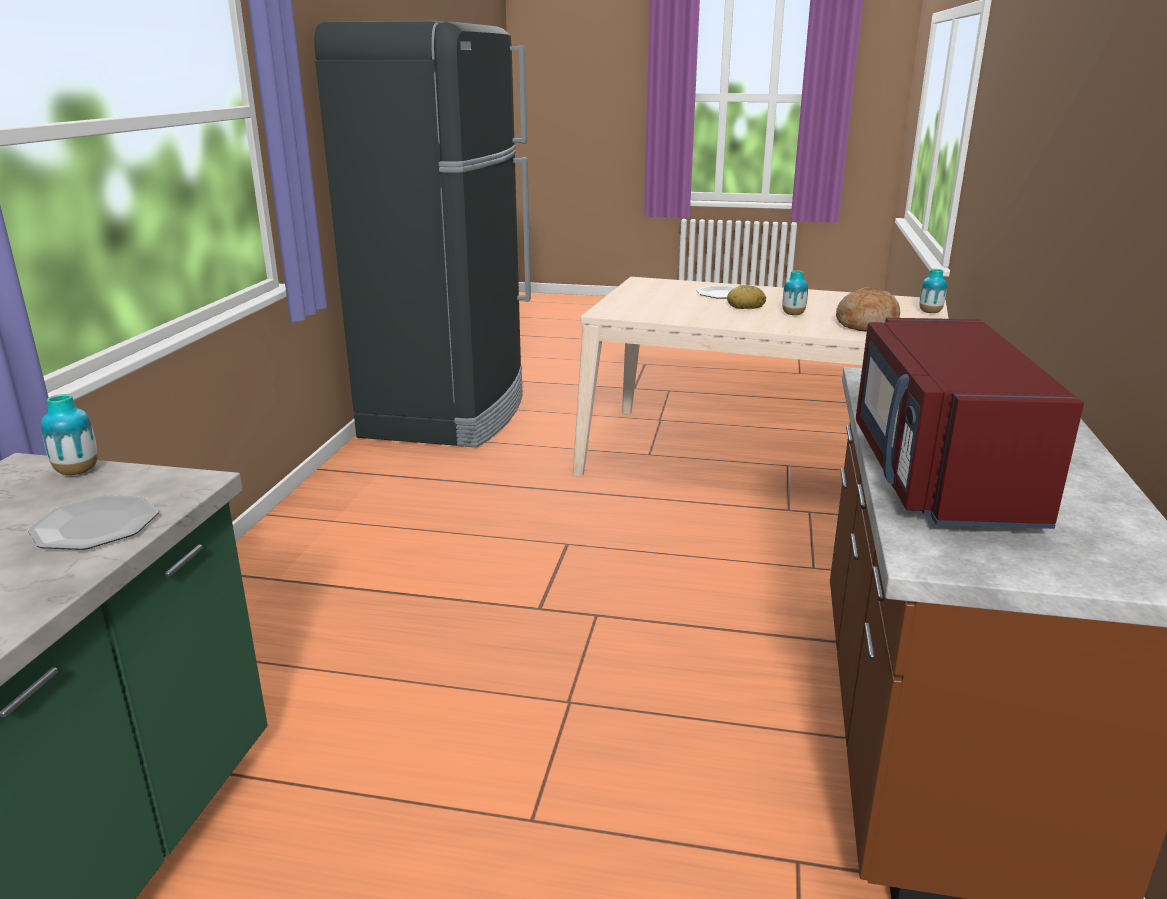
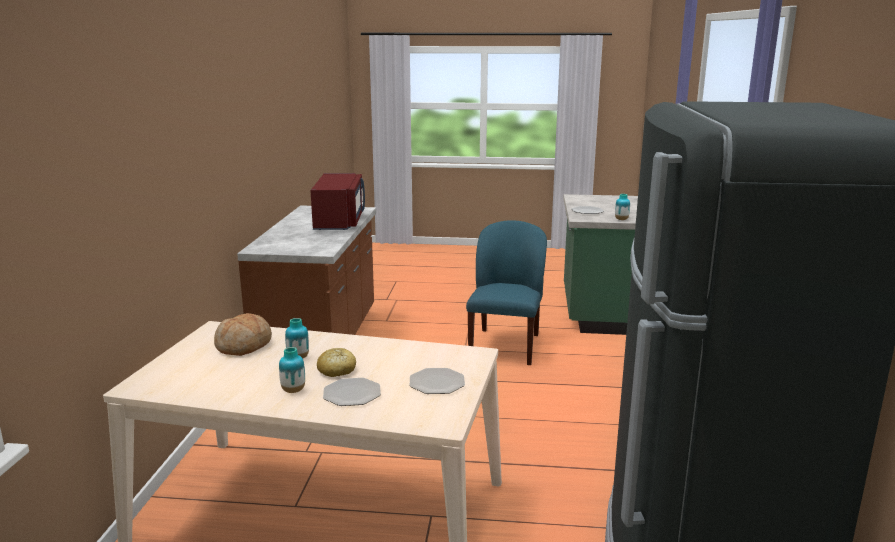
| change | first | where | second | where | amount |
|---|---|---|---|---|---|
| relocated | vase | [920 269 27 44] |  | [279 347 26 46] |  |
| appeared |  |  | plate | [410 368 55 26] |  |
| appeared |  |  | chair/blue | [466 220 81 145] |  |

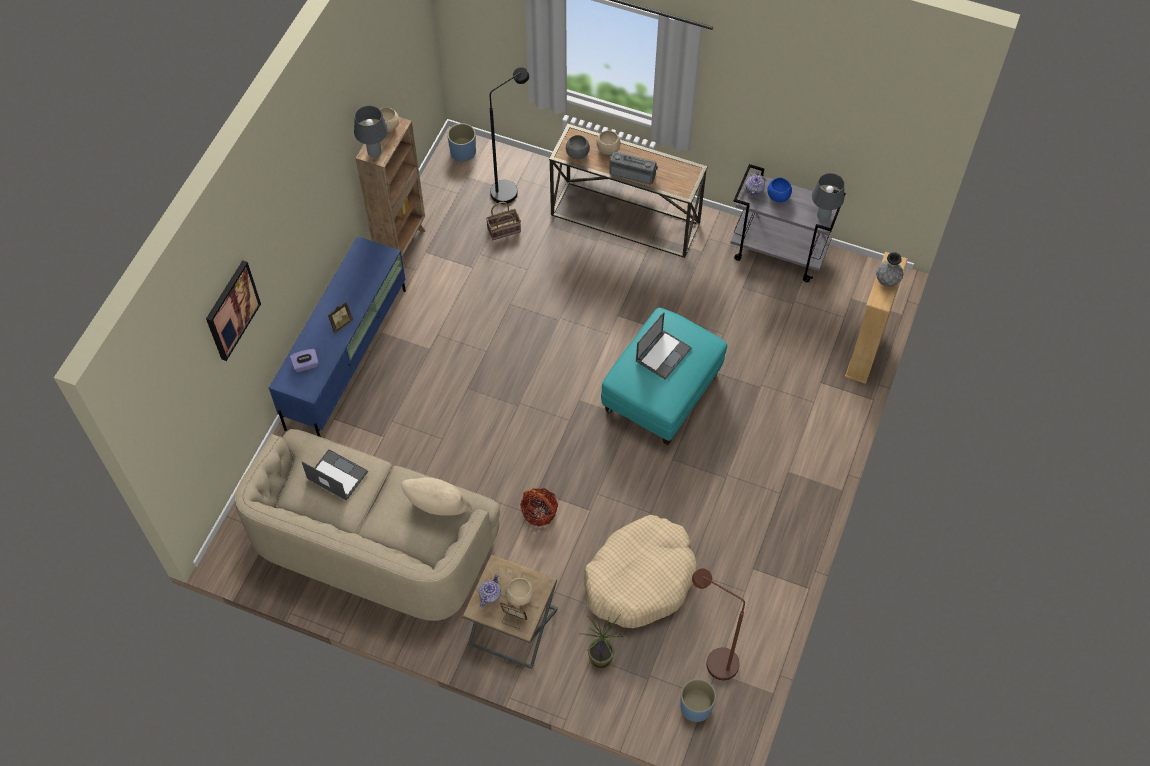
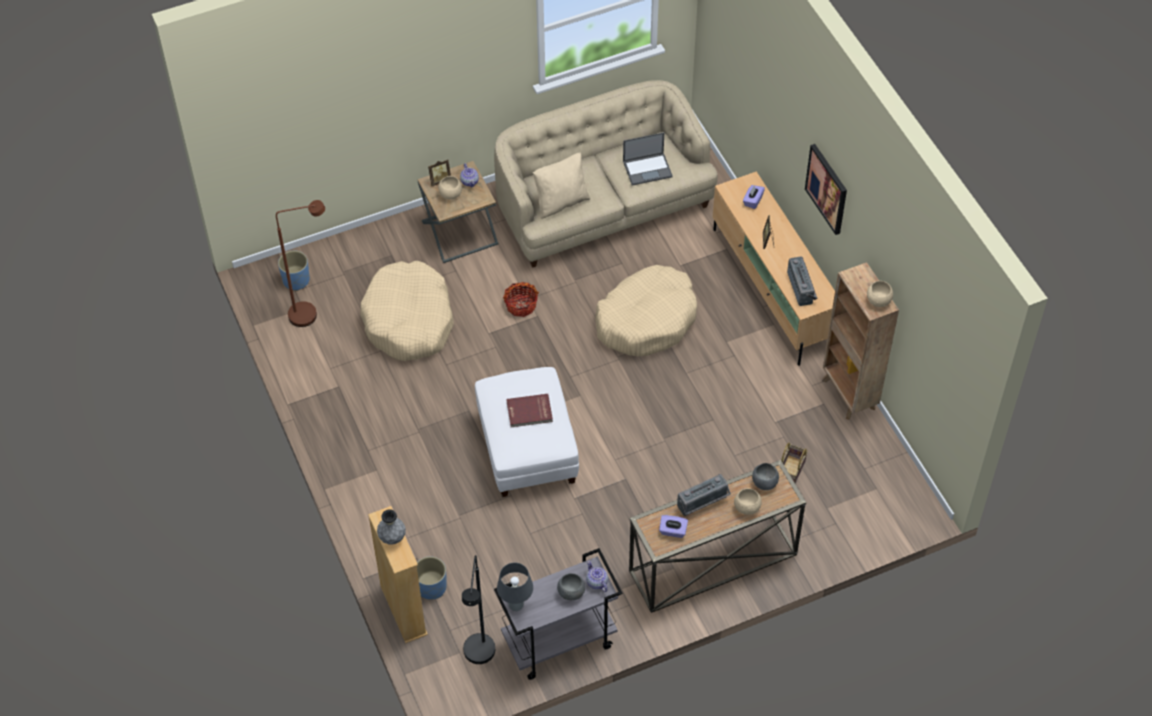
| change | first | where | second | where | amount |
|---|---|---|---|---|---|
| relocated | planter/blue | [447 123 29 39] |  | [417 556 30 44] |  |
| relocated | floor lamp/black | [490 67 39 137] |  | [462 555 33 109] |  |
| colour | ottoman/turquoise | [601 308 126 137] | ottoman/white | [475 367 104 130] |  |
| exchanged | laptop | [636 312 56 68] | book/red | [506 394 47 33] |  |
| colour | bowl/blue | [767 178 25 24] | bowl/grey | [557 573 28 27] |  |
| appeared |  |  | dog bed/beige | [595 265 102 91] |  |
| appeared |  |  | tissue box/purple | [659 515 29 23] |  |
| colour | tv stand/blue | [269 236 137 201] | tv stand/beige | [713 172 122 194] |  |
| appeared |  |  | radio | [787 256 30 50] |  |
| relocated | picture | [206 260 55 101] |  | [805 144 42 91] |  |
| missing | table lamp/grey | [354 106 34 52] |  |  |  |
| missing | potted plant | [578 614 50 55] |  |  |  |

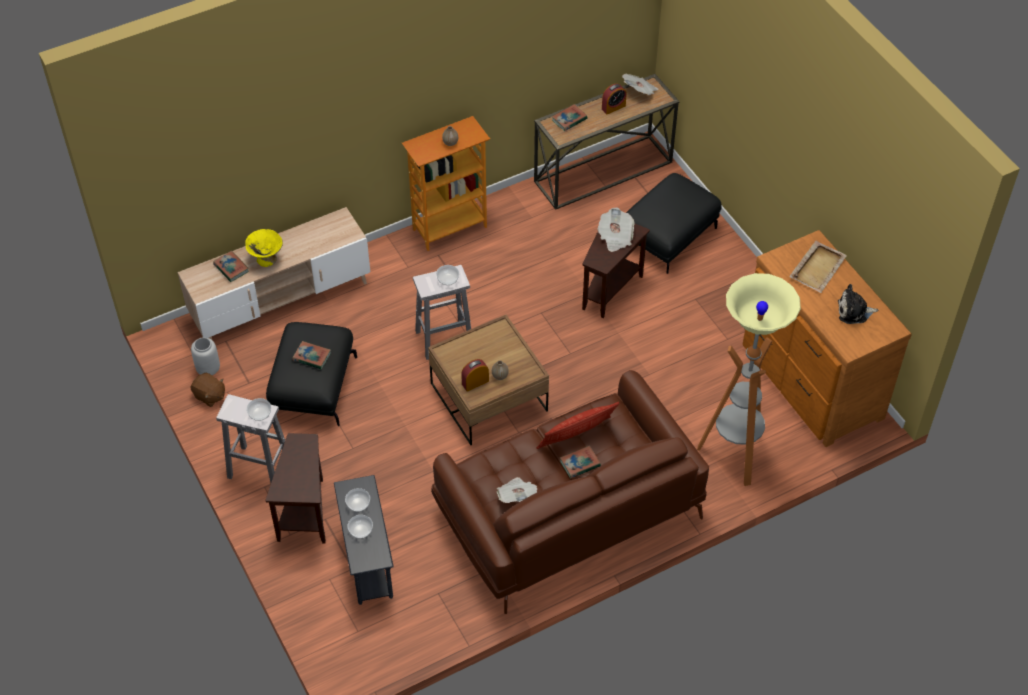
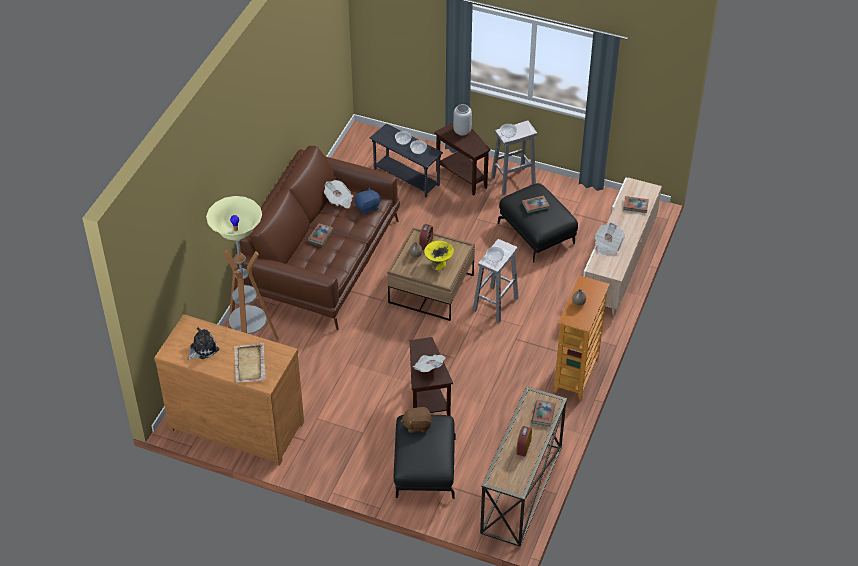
| change | first | where | second | where | amount |
|---|---|---|---|---|---|
| appeared |  |  | plush toy/blue | [355 188 26 26] |  |
| relocated | plush toy/brown | [191 373 34 34] |  | [401 406 31 27] |  |
| relocated | bowl/yellow | [245 229 38 38] |  | [424 241 30 29] |  |
| relocated | vase/grey | [191 337 29 38] |  | [453 104 19 32] |  |
| relocated | newspaper | [622 74 37 21] |  | [595 222 30 33] |  |
| missing | pillow | [536 402 84 47] |  |  |  |

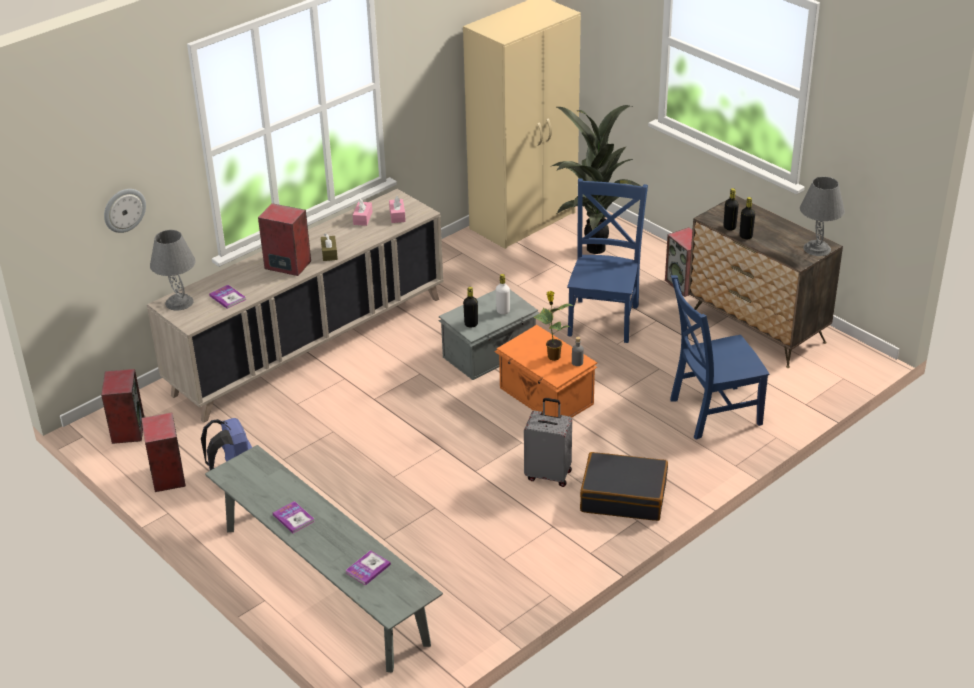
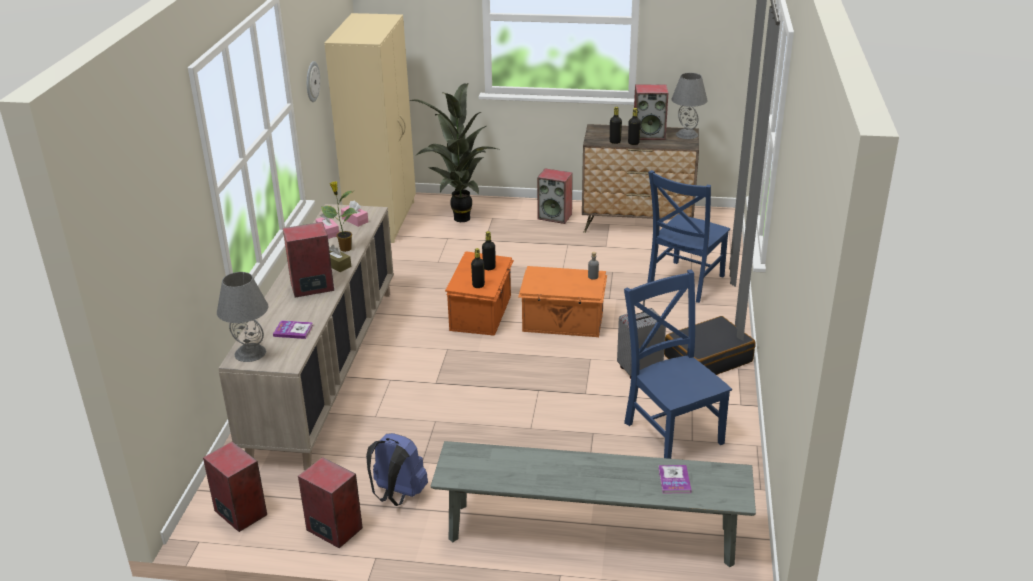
| change | first | where | second | where | amount |
|---|---|---|---|---|---|
| relocated | wall clock | [104 189 42 44] |  | [307 61 13 41] |  |
| relocated | potted plant | [533 291 41 70] |  | [321 182 36 70] |  |
| colour | storage box/grey | [439 290 101 90] | storage box/orange | [445 251 69 85] |  |
| colour | bottle/white | [496 274 14 41] | bottle/black | [482 231 14 39] |  |
| relocated | chair/blue | [567 178 81 165] |  | [624 269 108 190] |  |
| appeared |  |  | speaker | [634 84 34 56] |  |
| missing | book | [273 501 42 32] |  |  |  |

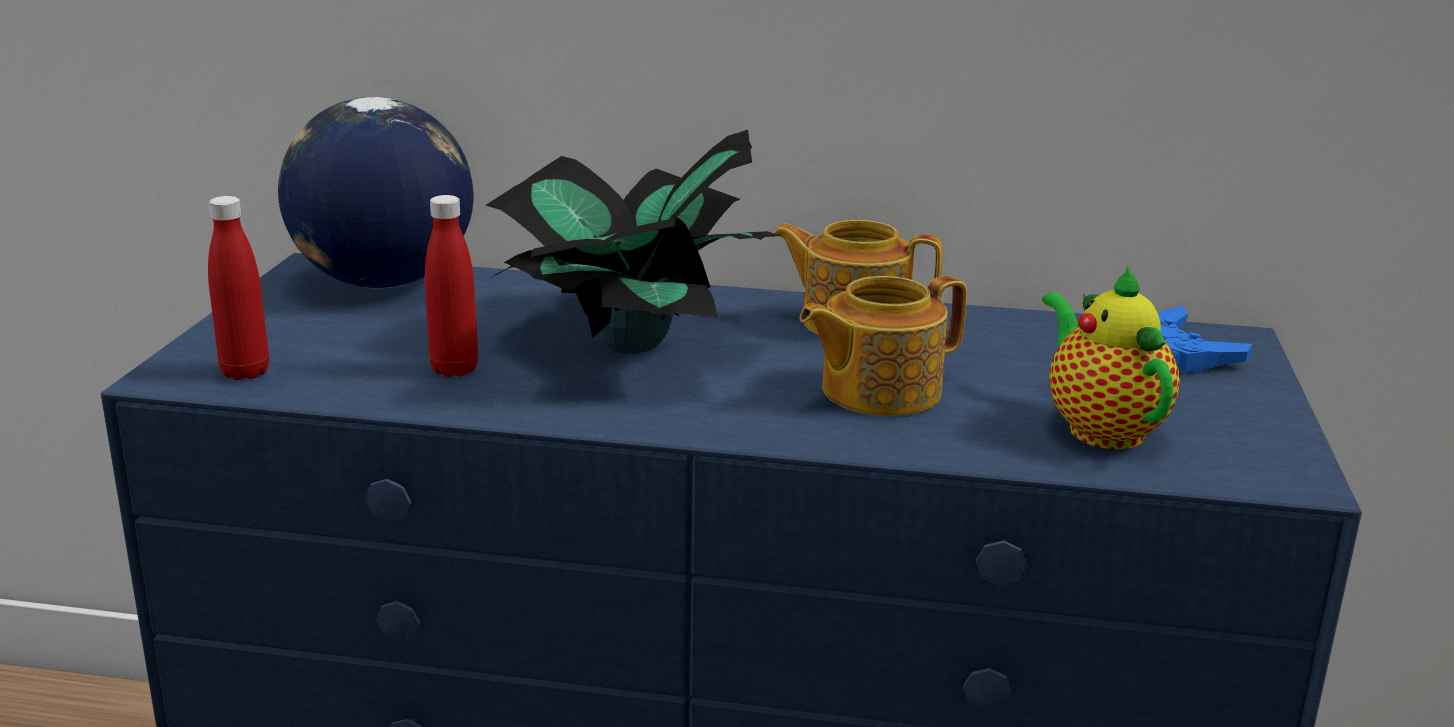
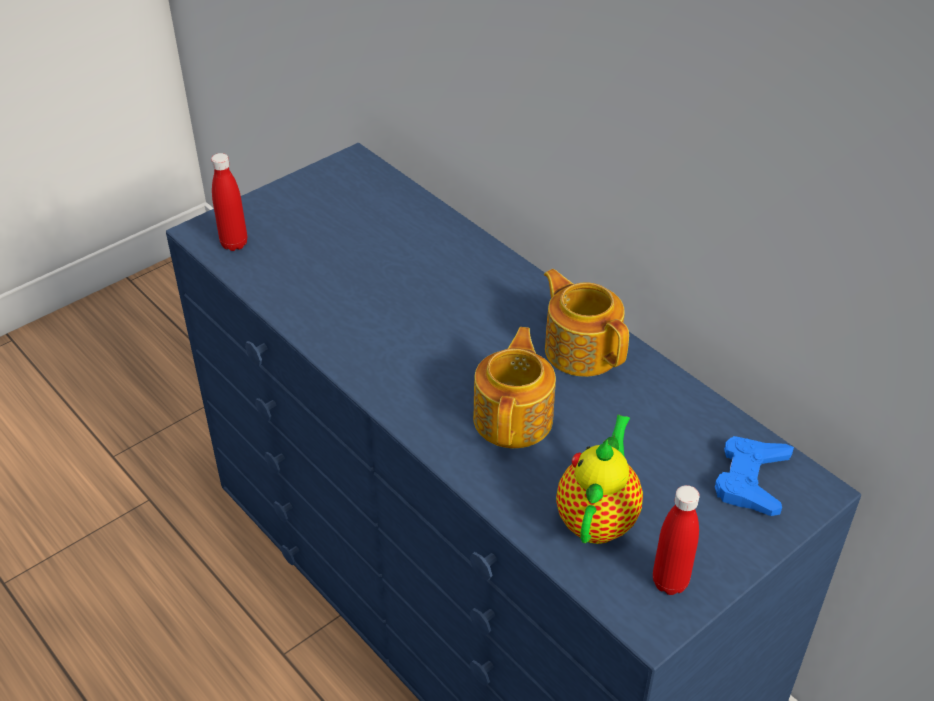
| change | first | where | second | where | amount |
|---|---|---|---|---|---|
| spun | teapot | [799 276 168 140] |  | [473 327 83 121] | 90 degrees clockwise |
| relocated | bottle/red | [425 195 53 182] |  | [653 485 47 110] |  |
| missing | globe | [278 97 195 191] |  |  |  |
| missing | potted plant | [485 130 294 223] |  |  |  |

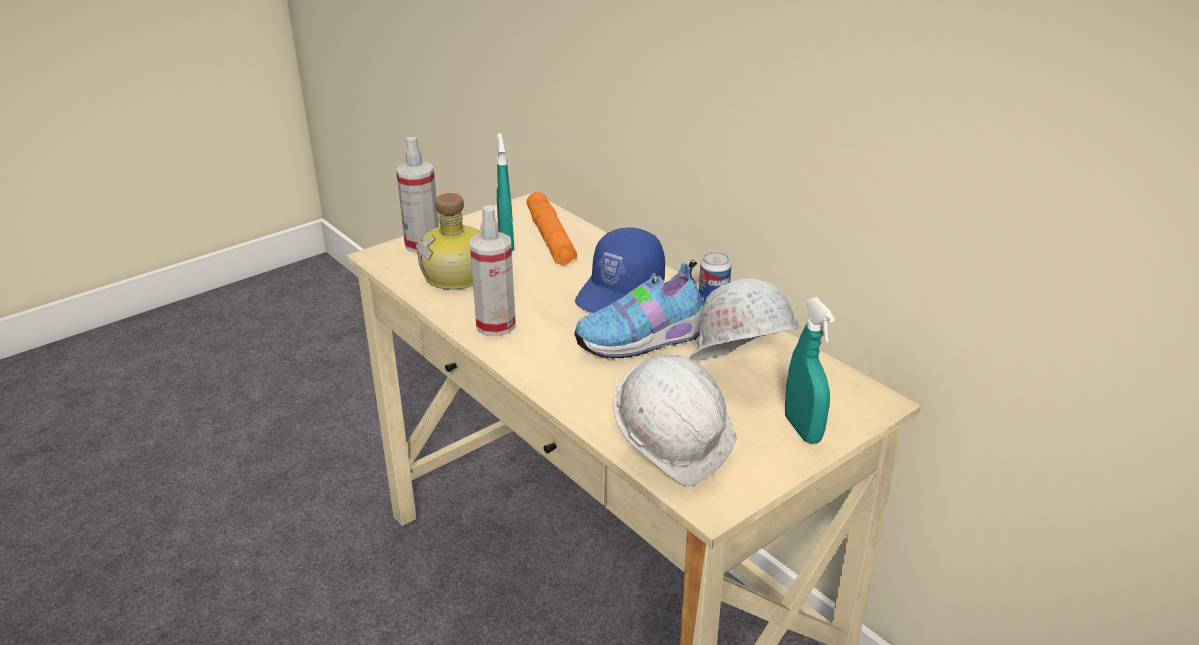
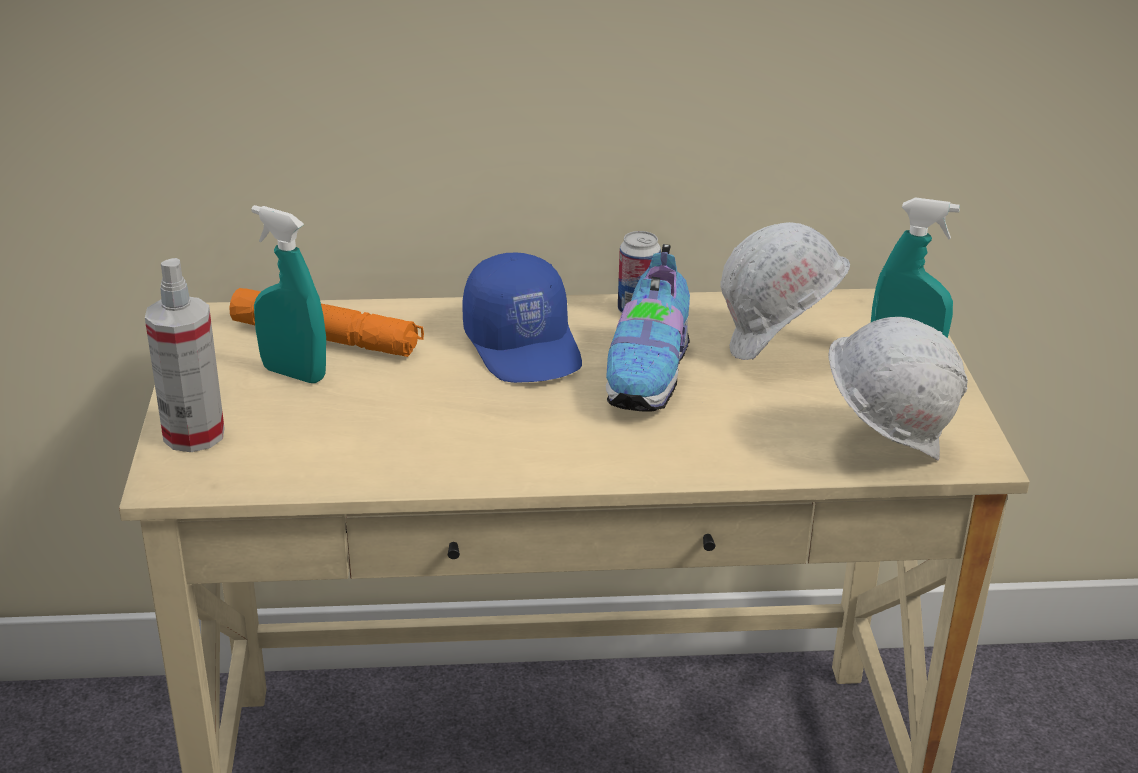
| change | first | where | second | where | amount |
|---|---|---|---|---|---|
| missing | bottle | [416 193 65 97] |  |  |  |
| missing | spray bottle | [470 205 46 131] |  |  |  |

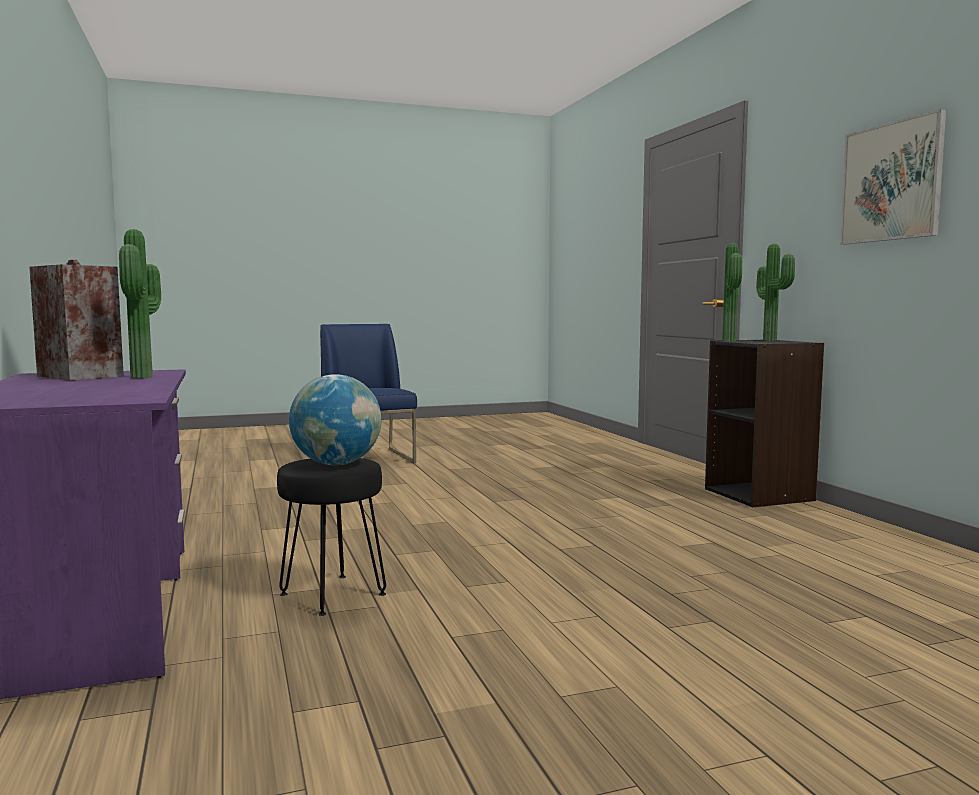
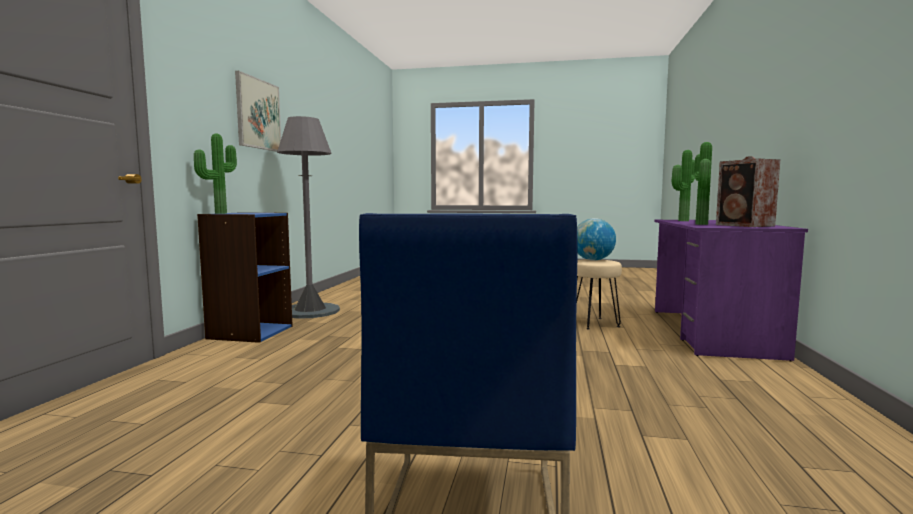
| change | first | where | second | where | amount |
|---|---|---|---|---|---|
| colour | bookcase/black | [705 340 119 167] | bookcase/blue | [197 212 96 131] |  |
| appeared |  |  | floor lamp/grey | [277 116 63 203] |  |
| colour | stool/black | [277 458 109 158] | stool/beige | [577 259 45 71] |  |
| relocated | potted plant | [722 243 20 98] |  | [672 150 23 71] |  |

